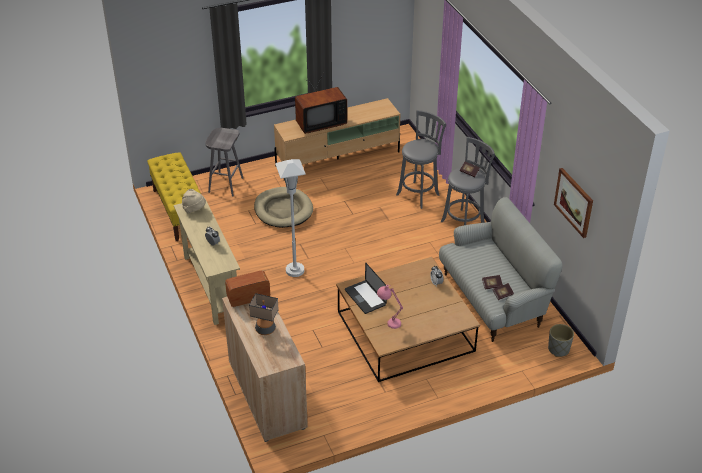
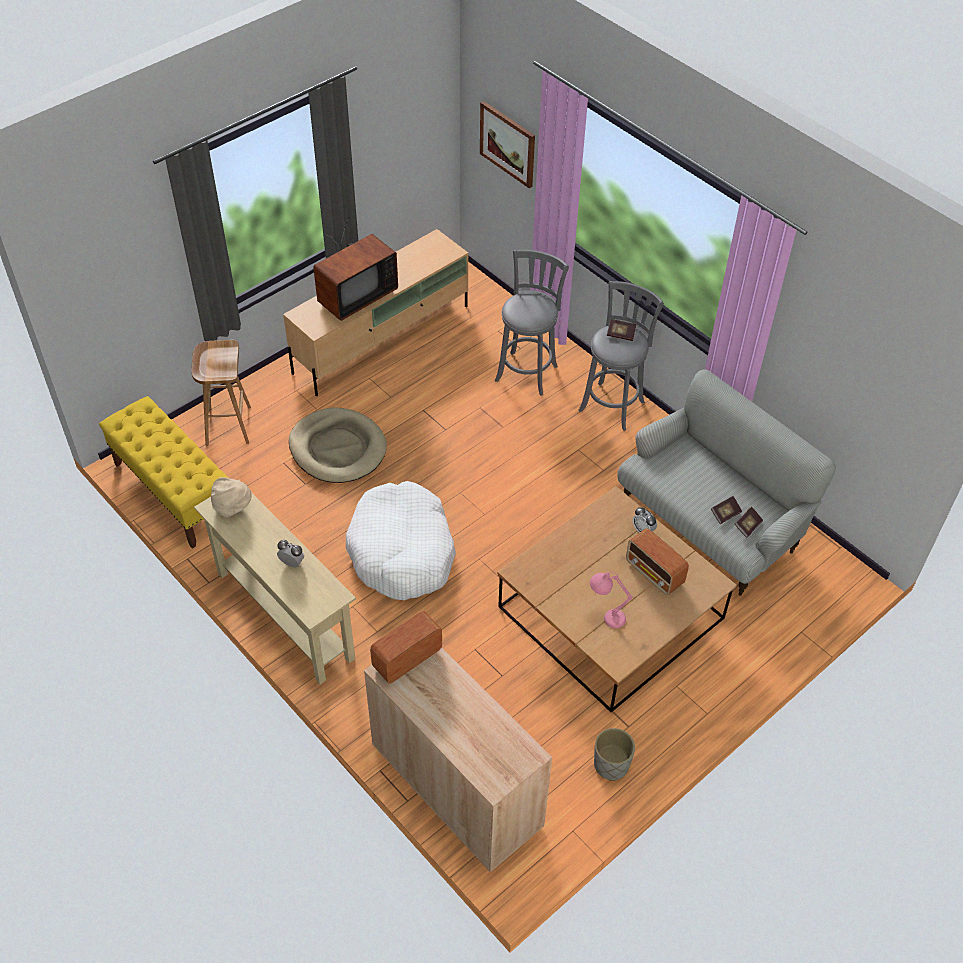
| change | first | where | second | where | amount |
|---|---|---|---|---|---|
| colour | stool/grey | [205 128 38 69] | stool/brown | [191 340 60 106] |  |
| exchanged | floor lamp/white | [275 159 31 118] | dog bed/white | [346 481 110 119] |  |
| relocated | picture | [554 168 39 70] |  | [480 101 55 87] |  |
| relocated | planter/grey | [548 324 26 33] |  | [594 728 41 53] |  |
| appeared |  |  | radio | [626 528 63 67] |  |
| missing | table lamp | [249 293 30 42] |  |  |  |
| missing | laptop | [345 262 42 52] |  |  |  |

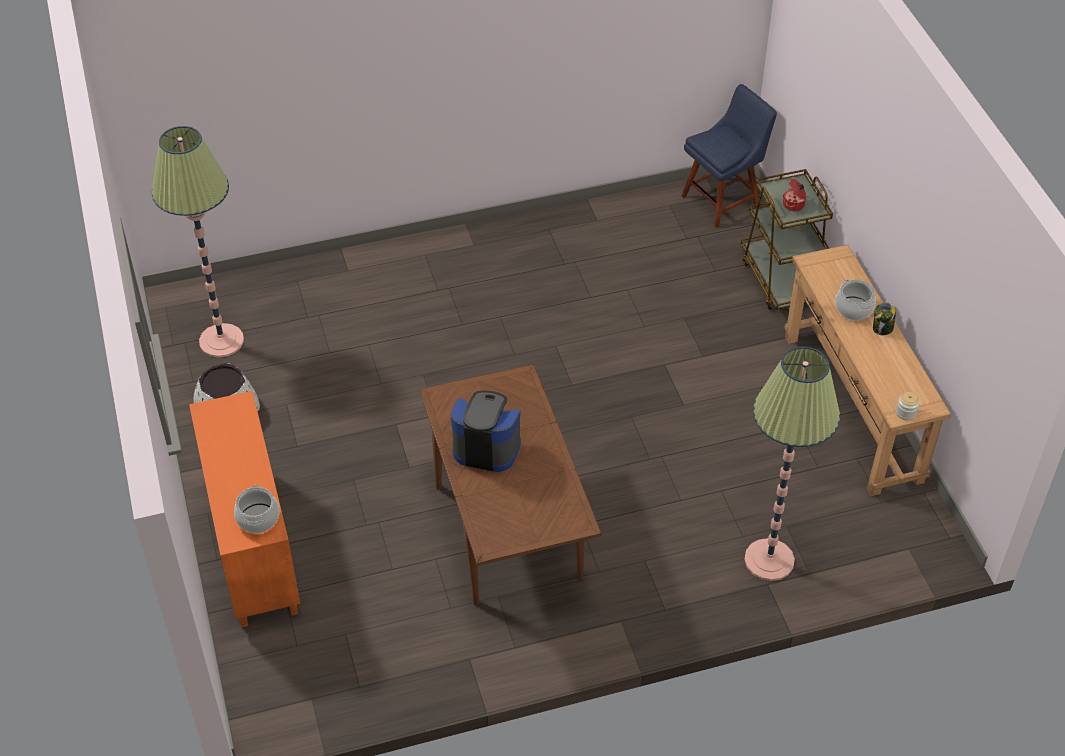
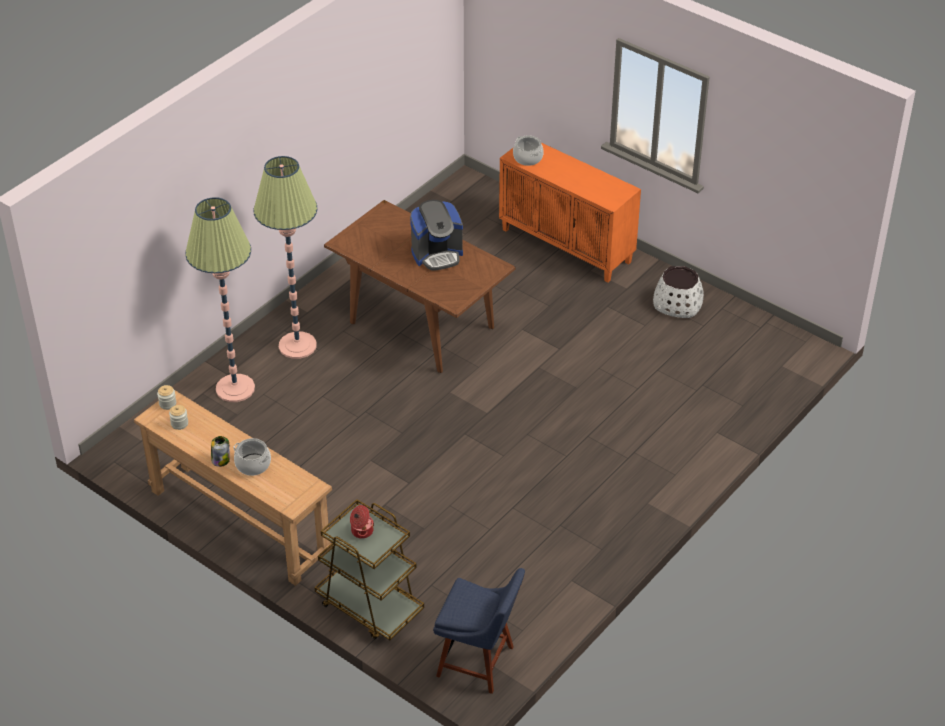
| change | first | where | second | where | amount |
|---|---|---|---|---|---|
| appeared |  |  | jar | [169 405 19 25] |  |
| relocated | floor lamp | [152 126 92 232] |  | [253 156 64 203] |  |
| spun | chair/blue | [682 84 95 144] |  | [433 568 92 126] | 90 degrees counterclockwise |

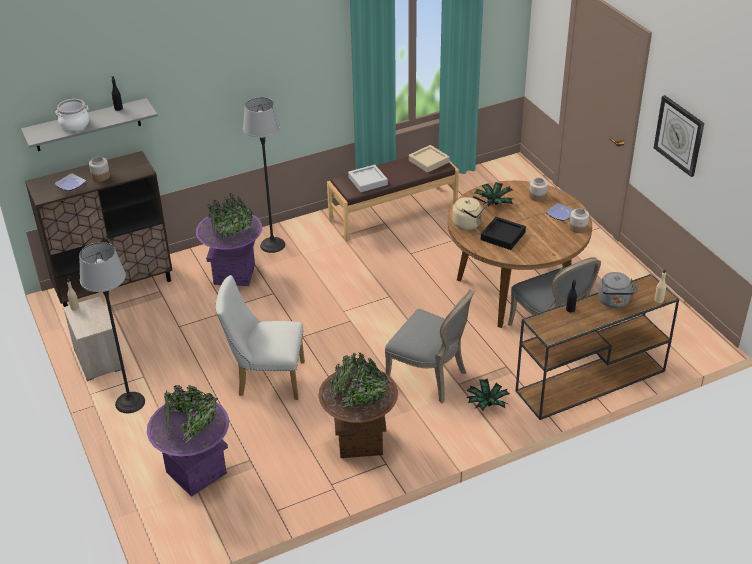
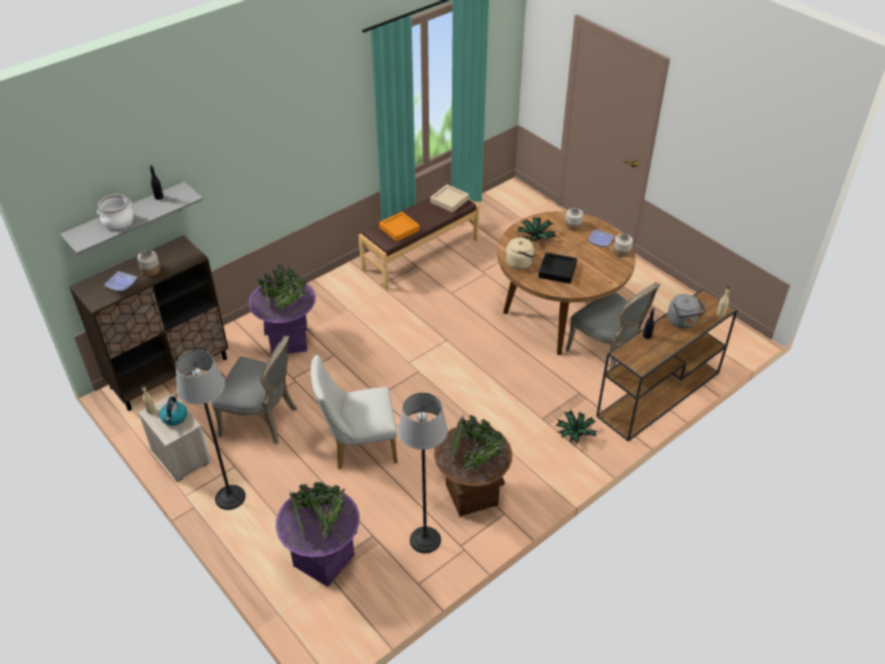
| change | first | where | second | where | amount |
|---|---|---|---|---|---|
| appeared |  |  | kettle | [160 396 27 30] |  |
| relocated | chair/grey | [385 289 90 115] |  | [212 336 85 109] |  |
| colour | tray/grey | [348 165 40 27] | tray/orange | [379 212 41 30] |  |
| relocated | floor lamp | [243 97 42 156] |  | [398 393 50 160] |  |
| missing | wall clock | [654 95 50 82] |  |  |  |

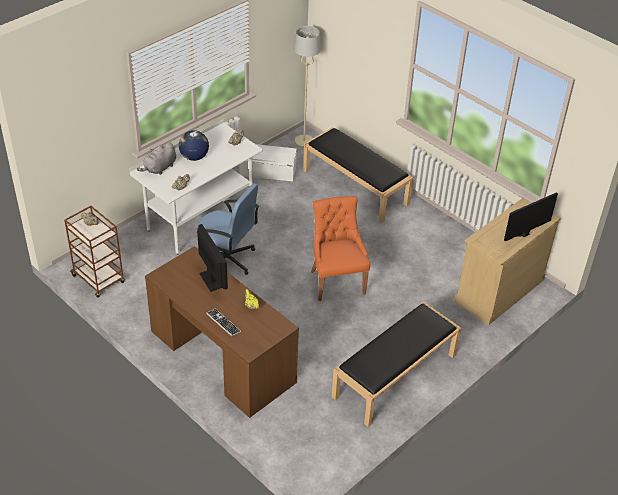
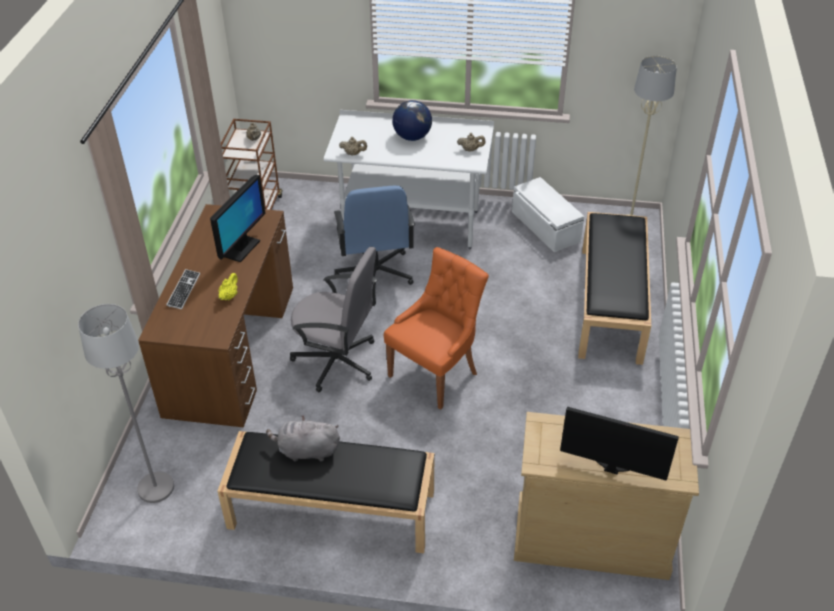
| change | first | where | second | where | amount |
|---|---|---|---|---|---|
| appeared |  |  | floor lamp/grey | [78 304 96 199] |  |
| relocated | plush toy/grey | [137 142 39 33] |  | [266 416 74 45] |  |
| appeared |  |  | office chair/grey | [290 247 88 145] |  |

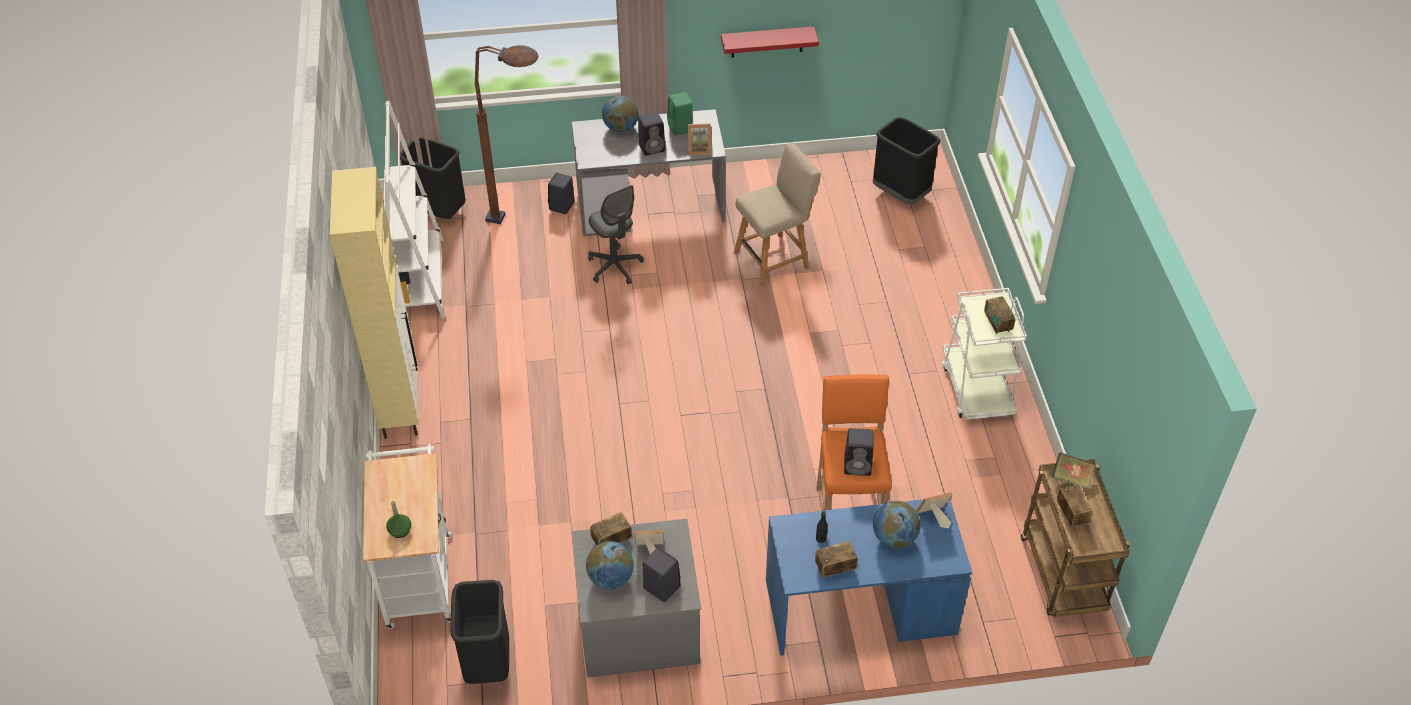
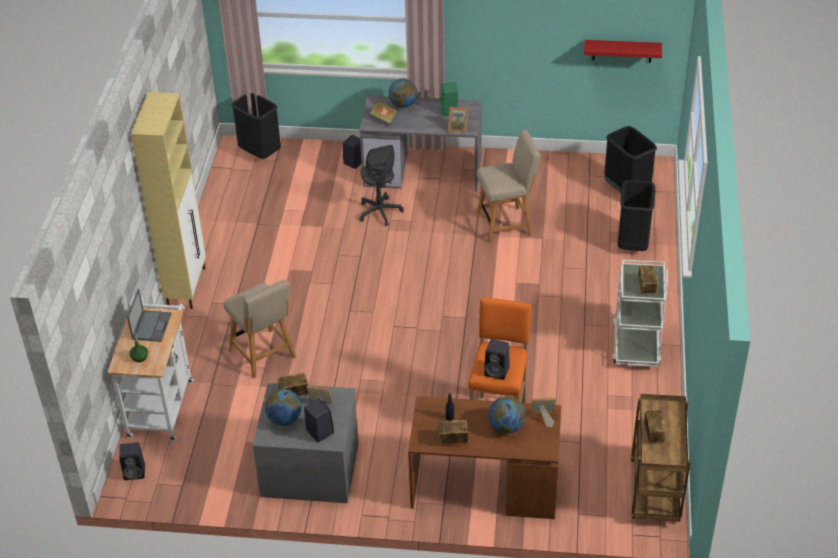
| change | first | where | second | where | amount |
|---|---|---|---|---|---|
| relocated | speaker/black | [638 112 27 44] |  | [119 442 26 38] |  |
| appeared |  |  | laptop | [127 289 45 53] |  |
| appeared |  |  | chair/beige | [224 279 72 99] |  |
| relocated | book | [1052 452 43 37] |  | [369 100 29 25] |  |
| colour | desk/blue | [766 499 206 157] | desk/brown | [408 396 153 123] |  |
| relocated | shelf/red | [721 26 98 32] |  | [584 40 78 23] |  |
| relocated | trash can/black | [450 580 59 104] |  | [618 180 37 71] |  |
| missing | bookcase/white | [384 101 62 218] |  |  |  |
| missing | floor lamp/brown | [475 45 63 179] |  |  |  |

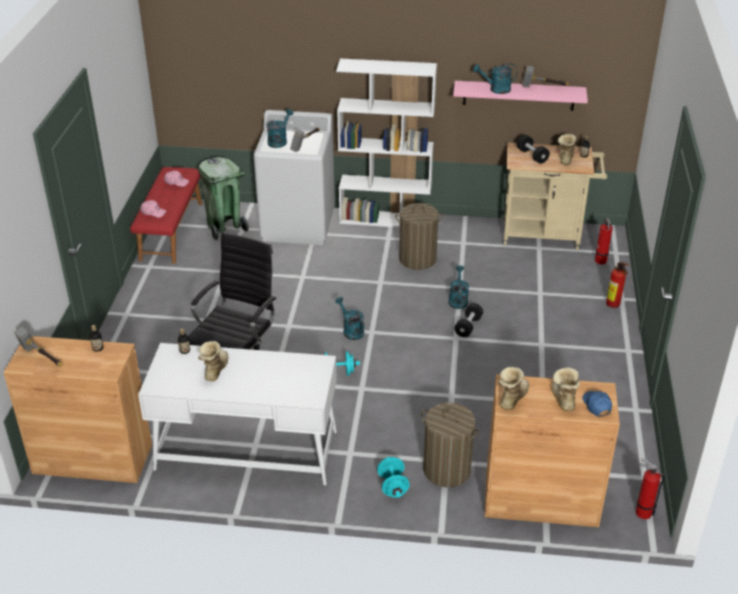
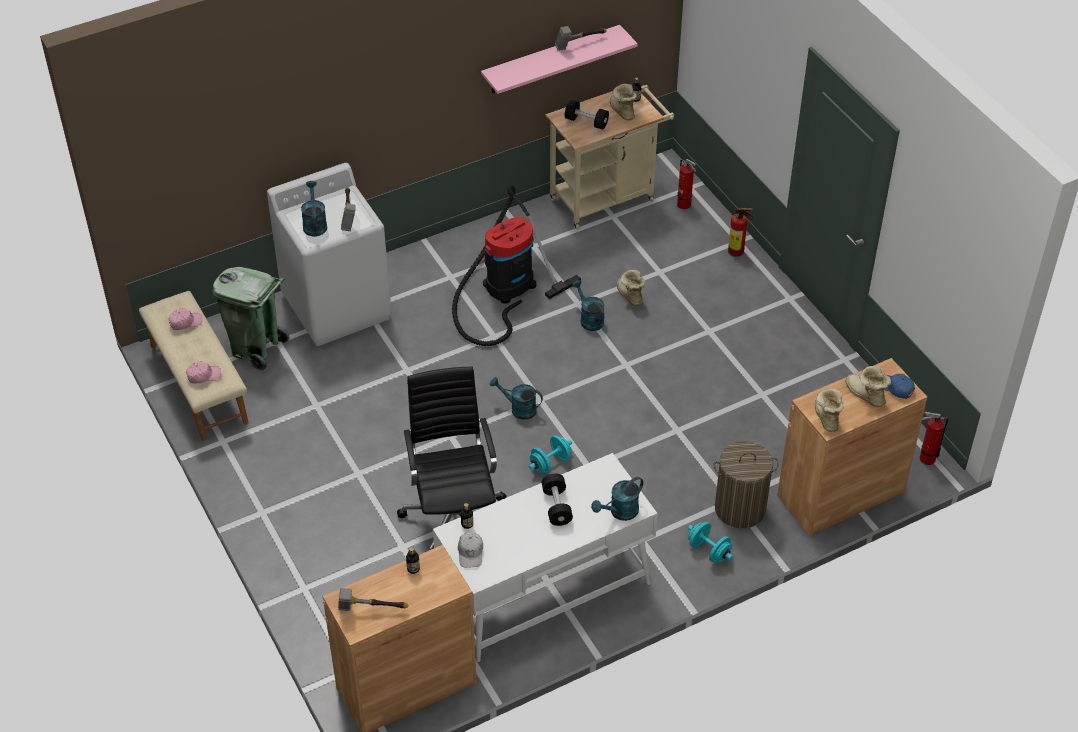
| change | first | where | second | where | amount |
|---|---|---|---|---|---|
| colour | bench/red | [130 167 72 97] | bench/beige | [139 291 110 150] |  |
| exchanged | laundry basket | [395 203 48 67] | vacuum cleaner | [452 186 129 160] |  |
| appeared |  |  | cap/white | [458 532 25 36] |  |
| relocated | dumbbell/black | [454 303 29 34] |  | [542 473 31 53] |  |
| relocated | watering can/turquoise | [473 64 45 30] |  | [591 476 52 45] |  |
| relocated | boot | [198 341 30 40] |  | [617 270 28 36] |  |
| missing | bookcase/white | [336 59 101 169] |  |  |  |

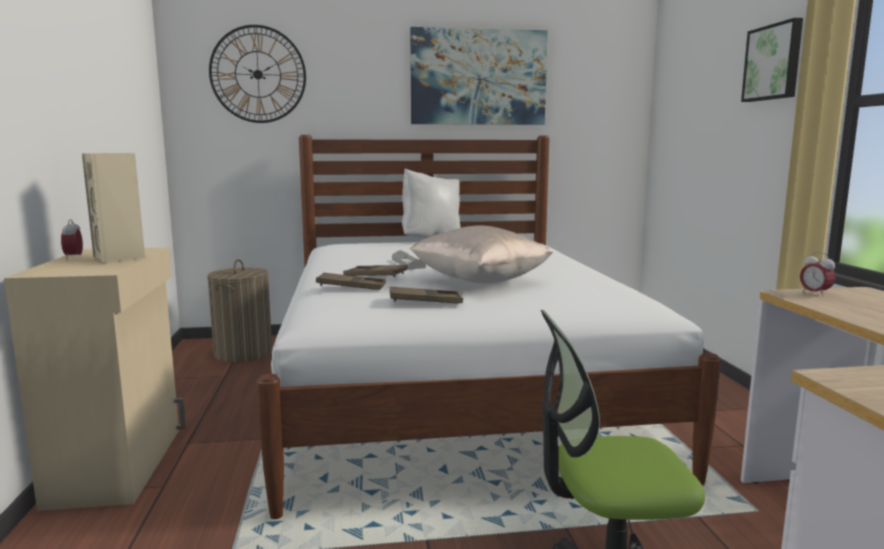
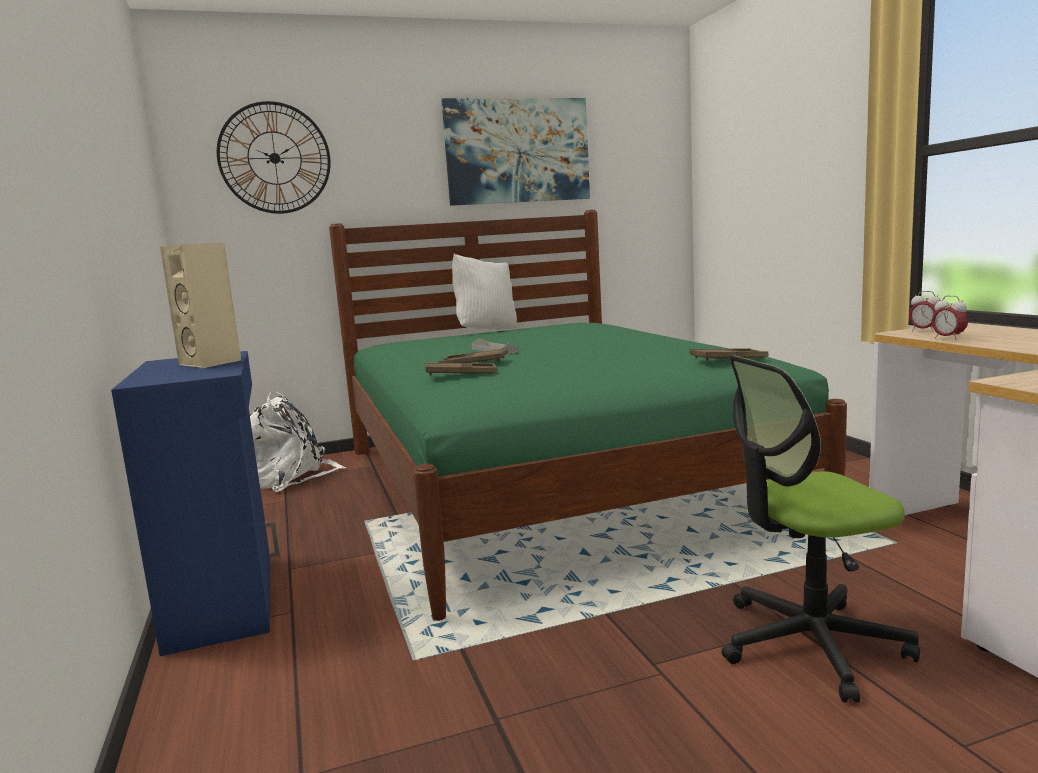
| change | first | where | second | where | amount |
|---|---|---|---|---|---|
| colour | cabinet/beige | [4 247 182 264] | cabinet/blue | [111 351 169 305] |  |
| exchanged | laundry basket | [207 259 65 104] | backpack/white | [250 391 96 101] |  |
| colour | bed/white | [257 135 464 384] | bed/green | [329 210 518 411] |  |
| relocated | tray/brown | [390 287 73 16] |  | [690 348 78 13] |  |
| relocated | alarm clock | [61 219 22 41] |  | [932 296 36 44] |  |
| missing | pillow/beige | [410 226 143 58] |  |  |  |
| missing | picture | [741 18 62 84] |  |  |  |

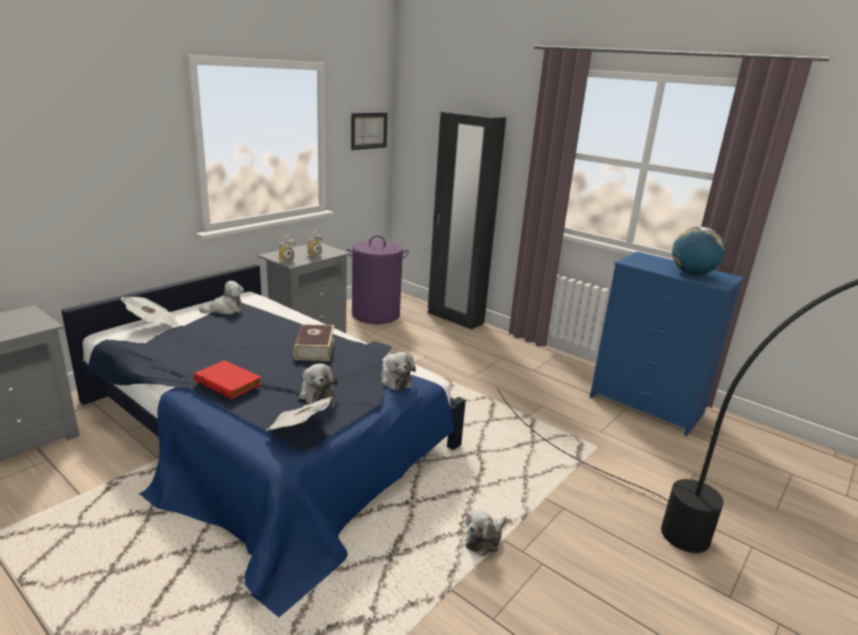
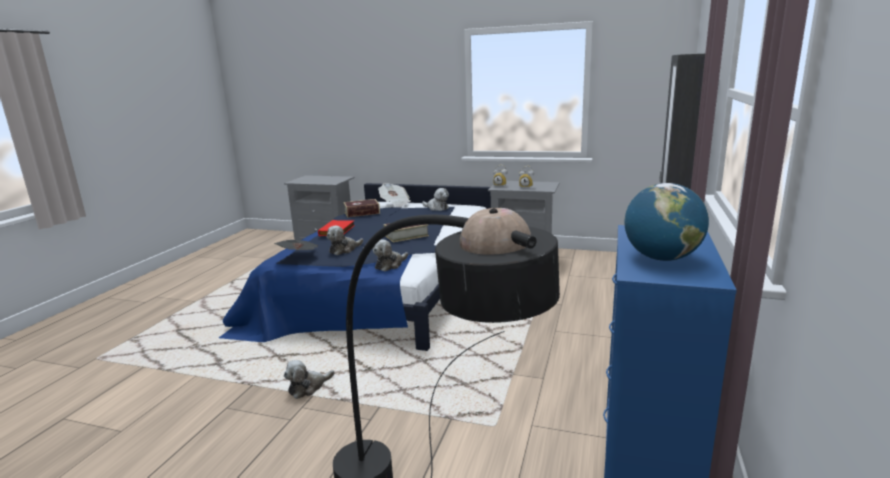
| change | first | where | second | where | amount |
|---|---|---|---|---|---|
| spun | plush toy | [465 510 42 46] |  | [284 360 50 39] | 60 degrees counterclockwise |
| appeared |  |  | book | [343 199 37 18] |  |
| missing | laundry basket/purple | [346 236 63 88] |  |  |  |
| missing | picture | [351 112 36 38] |  |  |  |

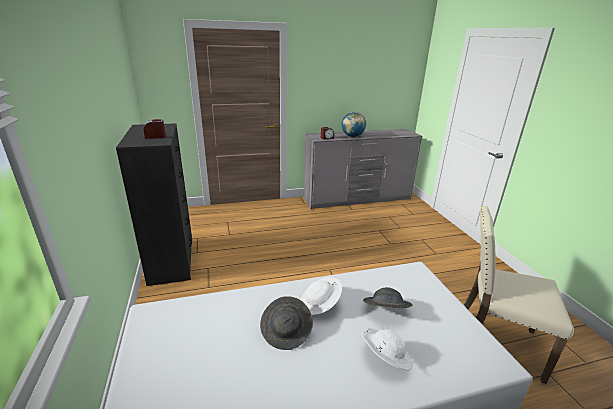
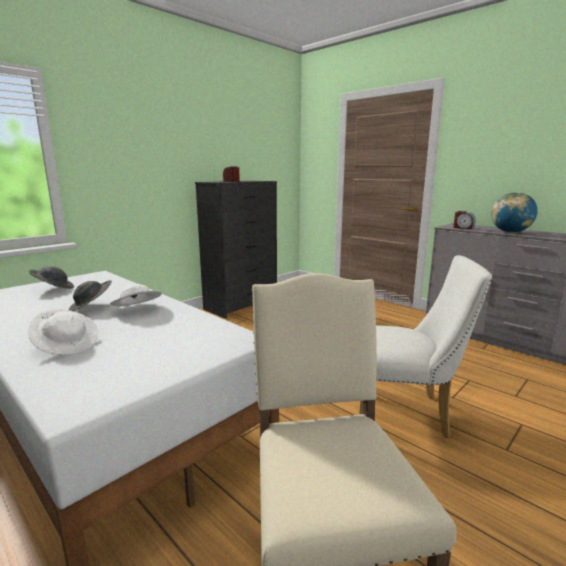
| change | first | where | second | where | amount |
|---|---|---|---|---|---|
| relocated | hat/grey | [363 287 50 21] |  | [29 266 45 23] |  |
| appeared |  |  | chair/white | [359 255 133 183] |  |

